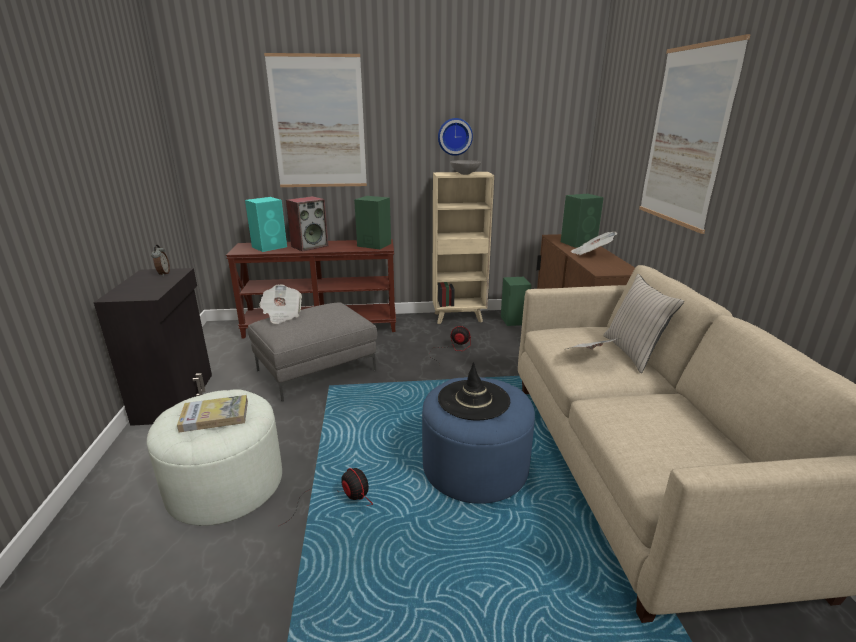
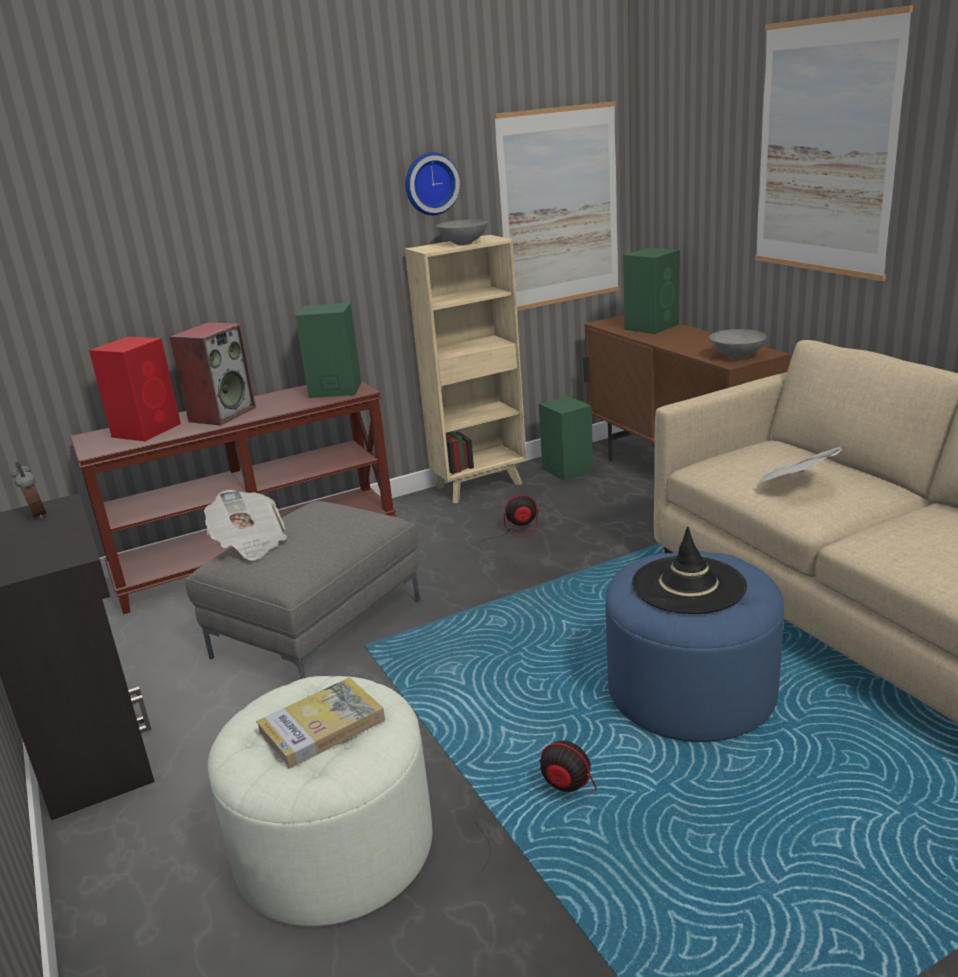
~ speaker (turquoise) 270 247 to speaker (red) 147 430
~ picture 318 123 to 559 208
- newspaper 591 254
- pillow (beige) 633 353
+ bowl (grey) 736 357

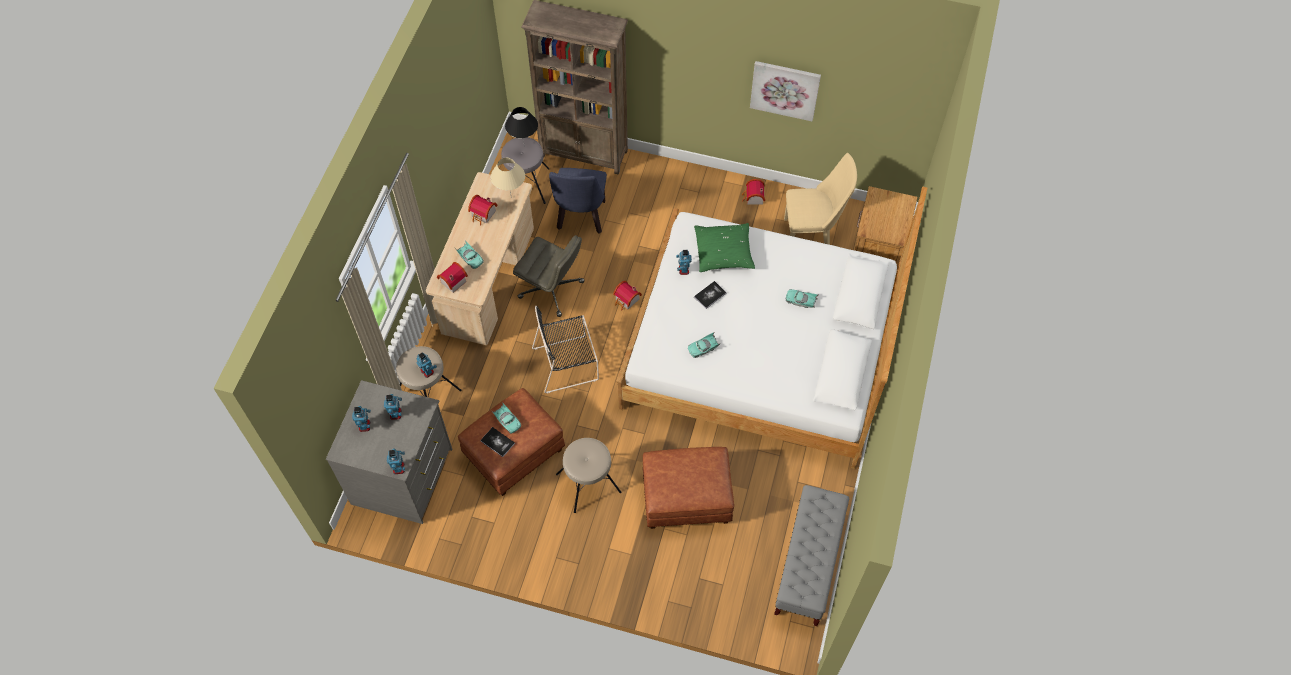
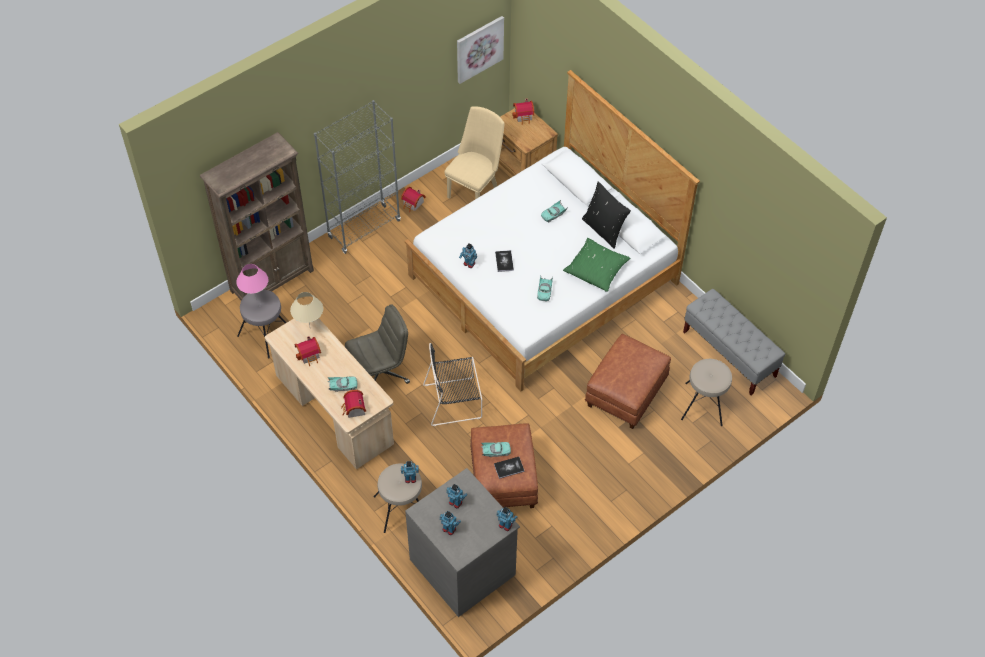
~ table lamp (black) 524 146 to table lamp (pink) 256 300
~ chair (black) 567 363 = 454 401 60 degrees clockwise
- chair (blue) 581 219
~ stool (beige) 589 483 to 704 404
~ toy house 627 300 to 524 116
~ pillow (green) 723 252 to 596 269
~ picture 785 89 to 479 48
+ bookcase (grey) 364 229
+ pillow (black) 604 229

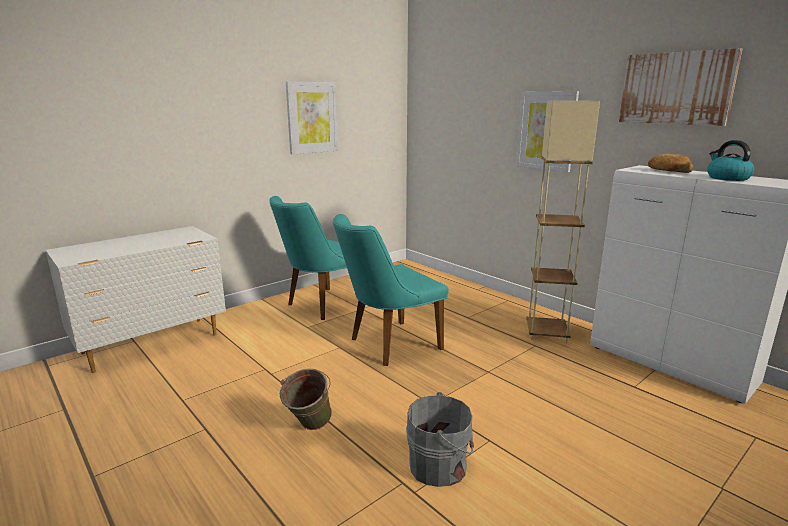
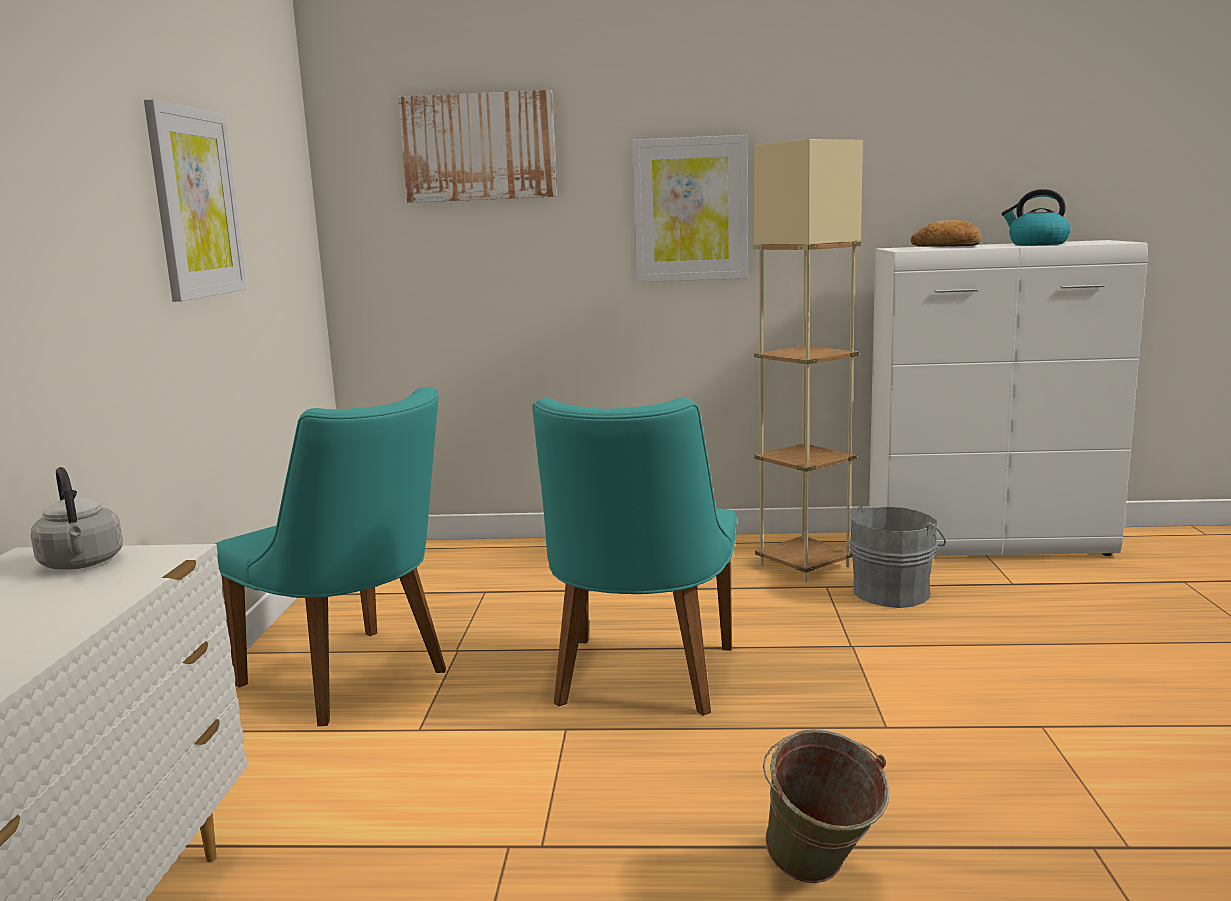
~ chair (turquoise) 320 305 = 356 681 45 degrees counterclockwise
~ bucket (grey) 440 466 to 894 592
~ picture 676 88 to 479 147
+ kettle (grey) 82 564

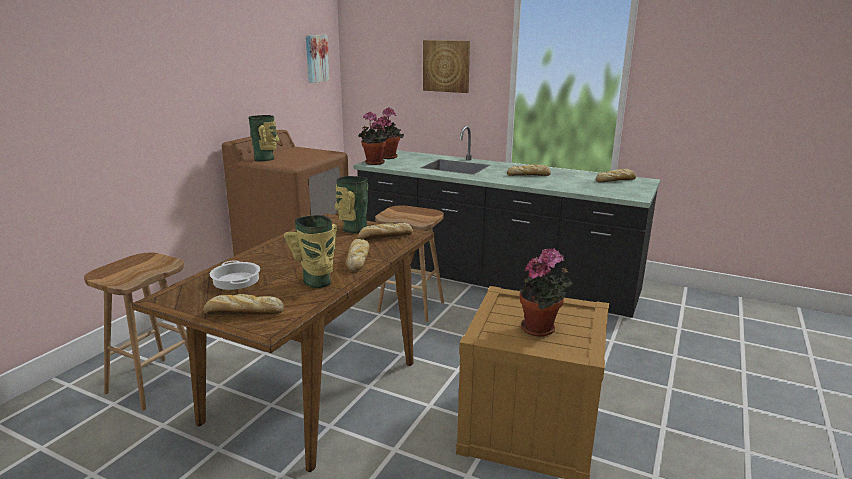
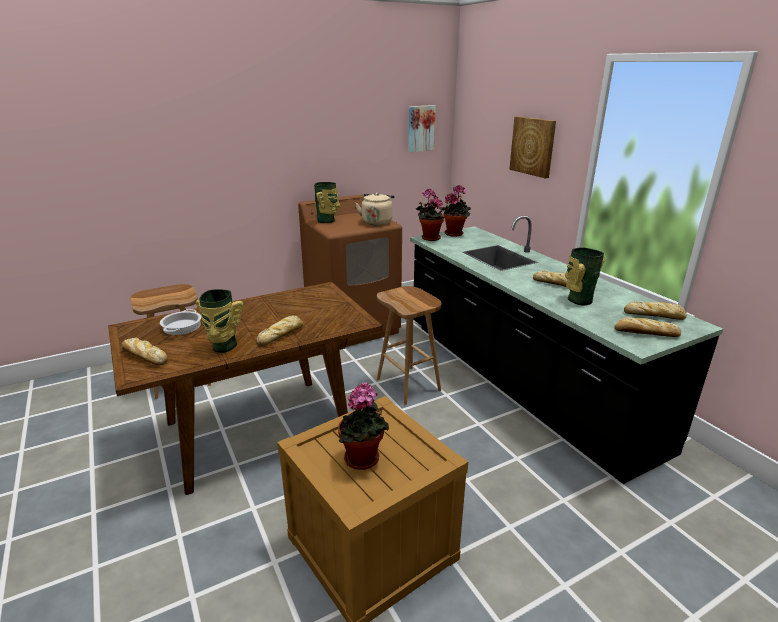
~ vase 353 229 to 578 300
~ bread 384 237 to 645 333
+ kettle (beige) 377 222

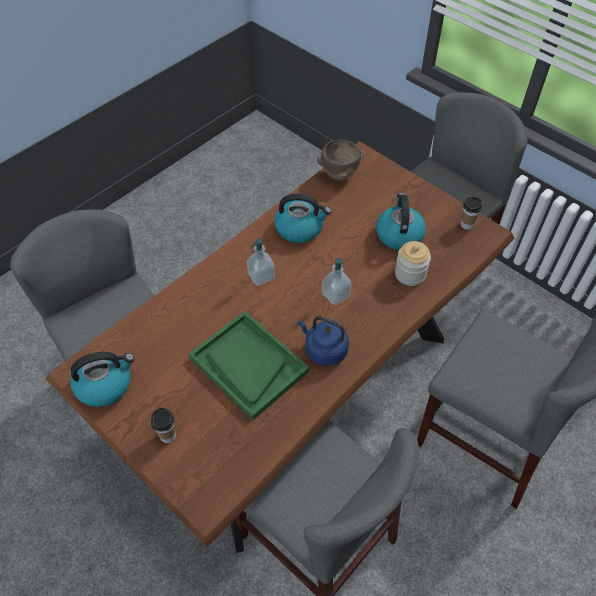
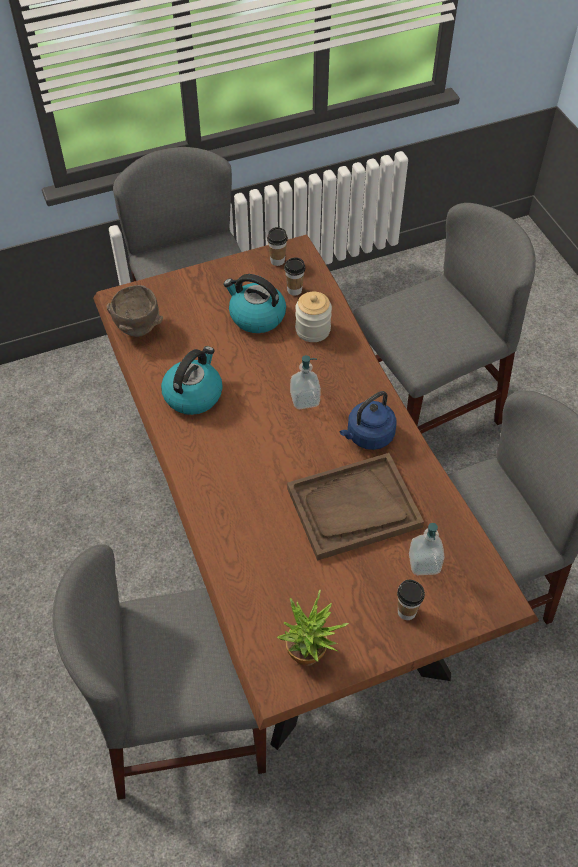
~ kettle 105 384 to potted plant 310 657
~ tray (green) 248 365 to tray (brown) 353 508
~ soap dispenser 261 276 to 424 563
+ cup 294 290

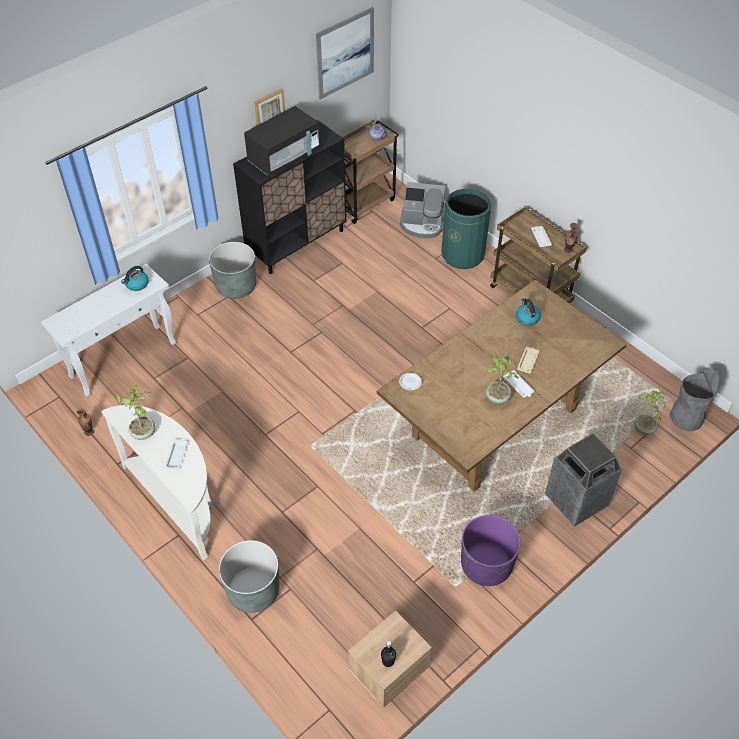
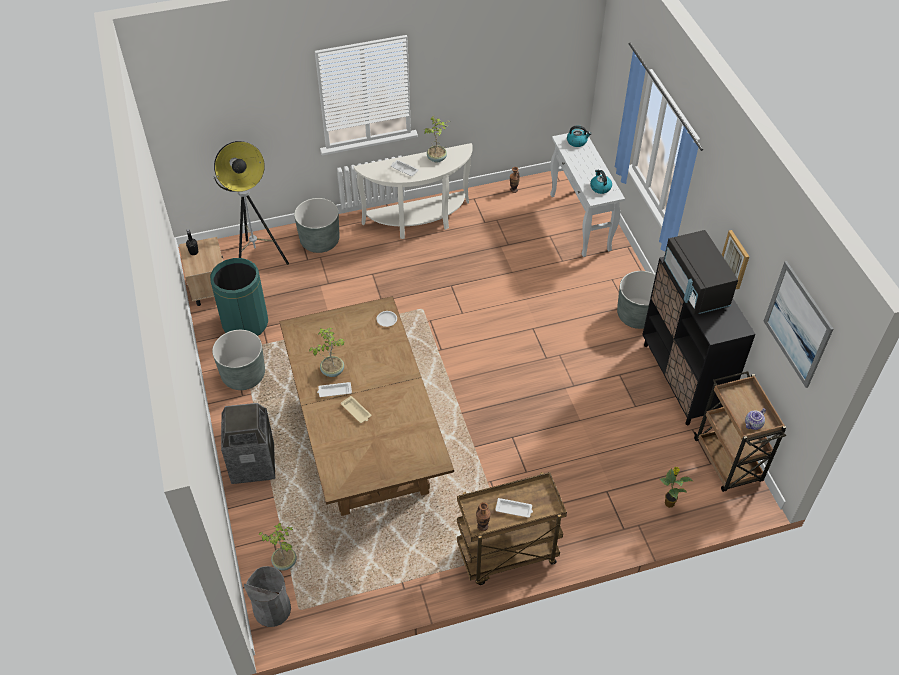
~ coffee machine 422 224 to potted plant 668 503
~ trash can (green) 463 255 to 245 323
~ planter (purple) 486 565 to planter (grey) 243 375
~ kettle 527 318 to 577 141
+ floor lamp 257 260

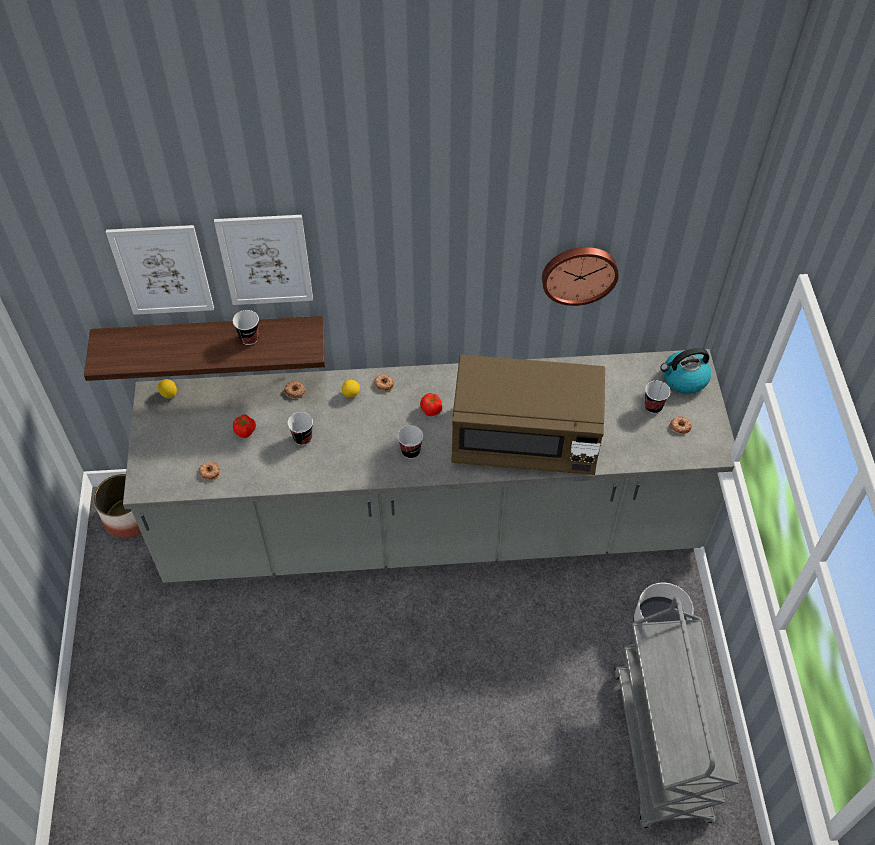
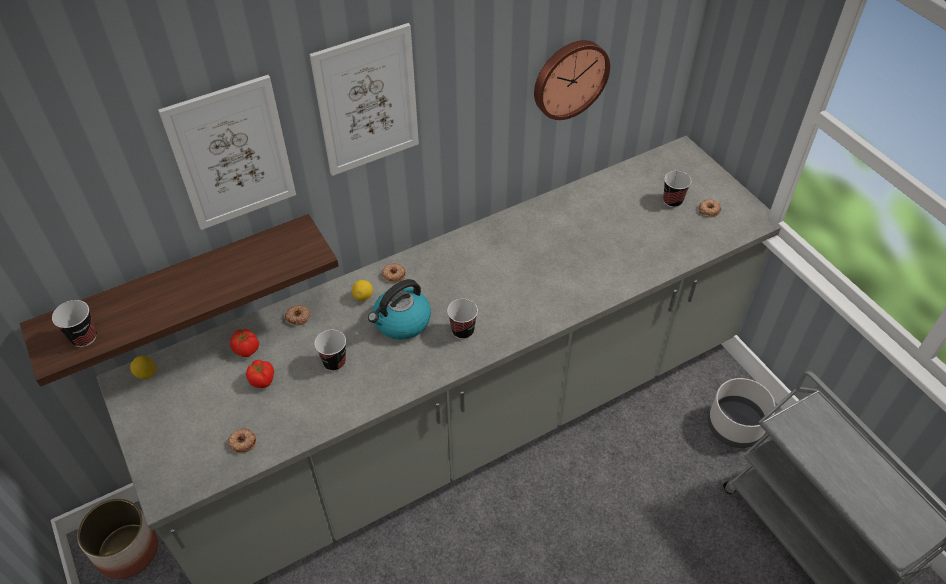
~ picture 162 270 to 367 101
~ cup 249 338 to 84 337
~ tomato 431 410 to 246 350
- microwave (brown) 525 440
~ kettle 684 379 to 401 322

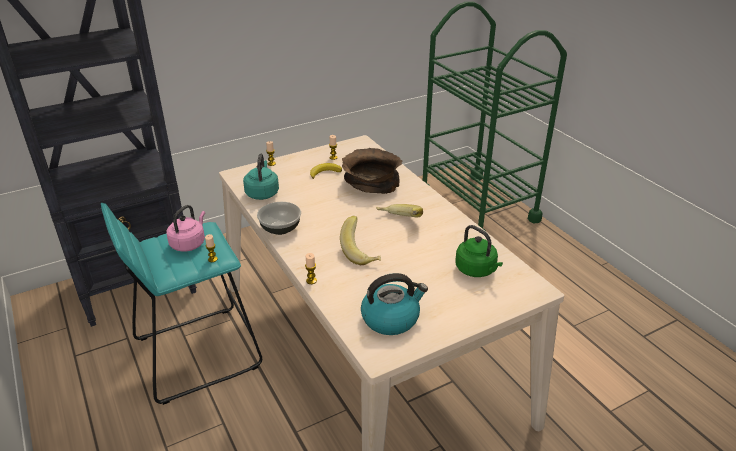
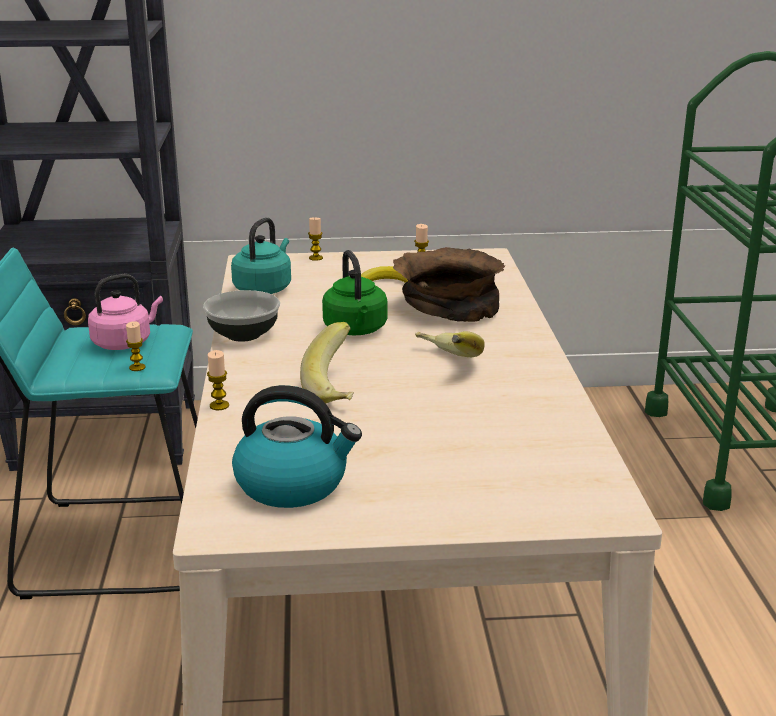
~ kettle (green) 477 270 to 356 330

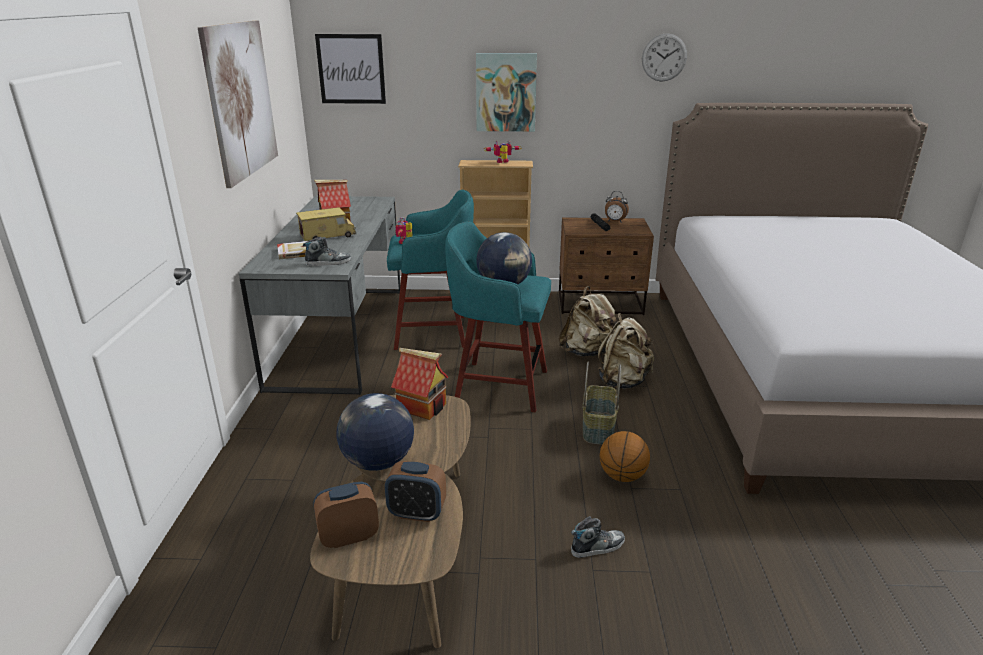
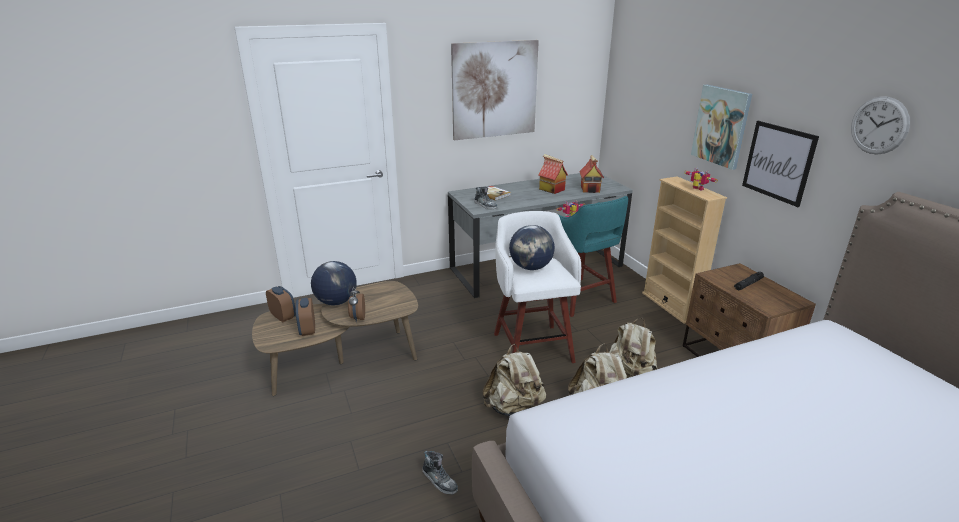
- toy truck 328 236
~ picture 351 69 to 778 162
~ toy house 423 406 to 590 189
~ stool (turquoise) 498 385 to stool (white) 532 346
~ shoe 597 547 to 439 480
~ basket 597 428 to backpack (beige) 514 408
- basketball 622 476
~ alarm clock 615 221 to 357 318

